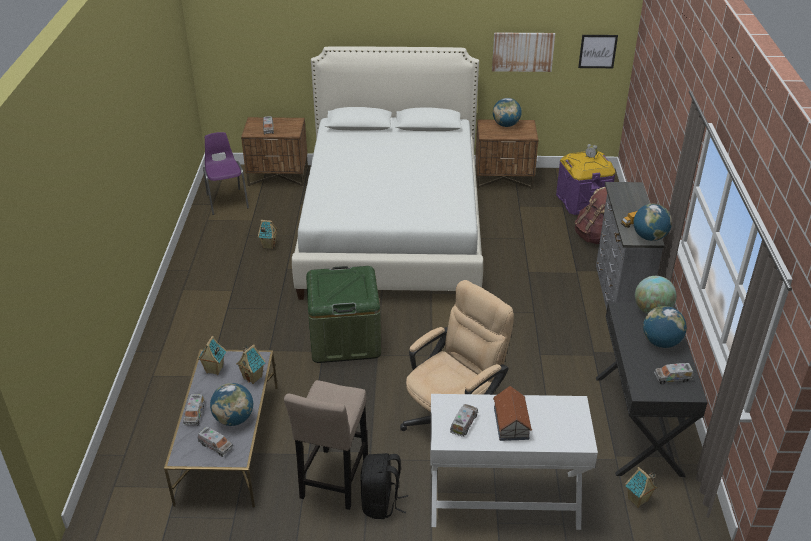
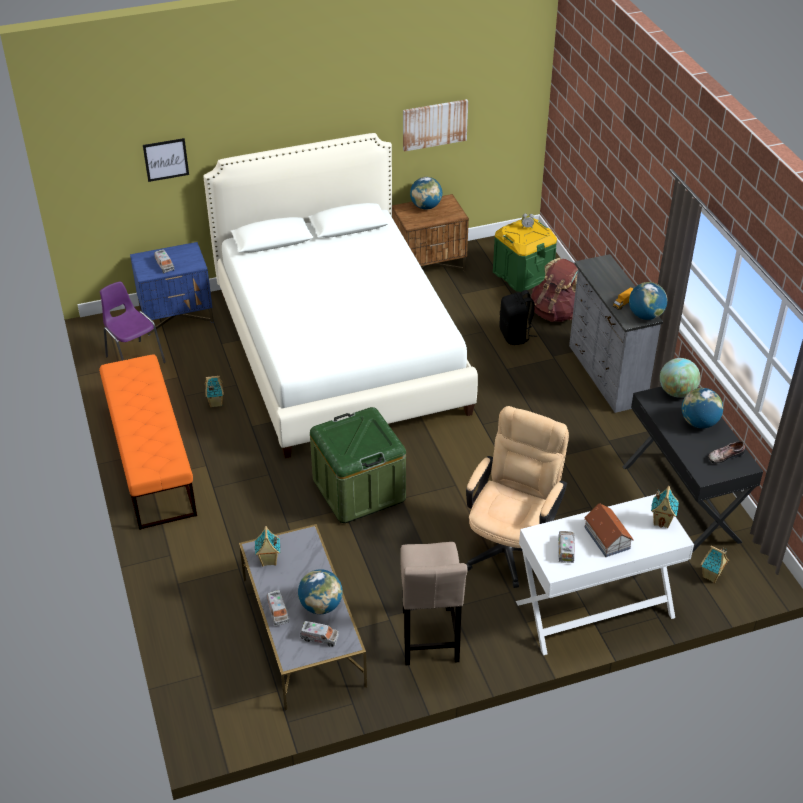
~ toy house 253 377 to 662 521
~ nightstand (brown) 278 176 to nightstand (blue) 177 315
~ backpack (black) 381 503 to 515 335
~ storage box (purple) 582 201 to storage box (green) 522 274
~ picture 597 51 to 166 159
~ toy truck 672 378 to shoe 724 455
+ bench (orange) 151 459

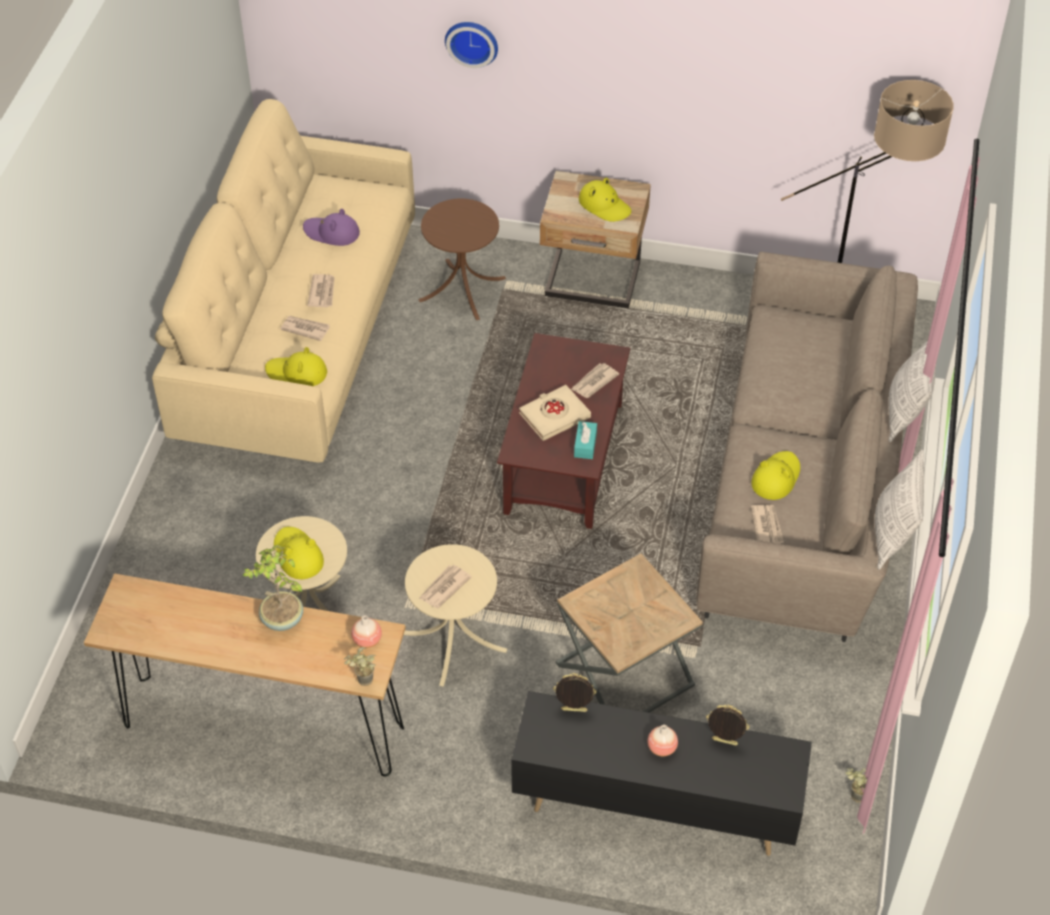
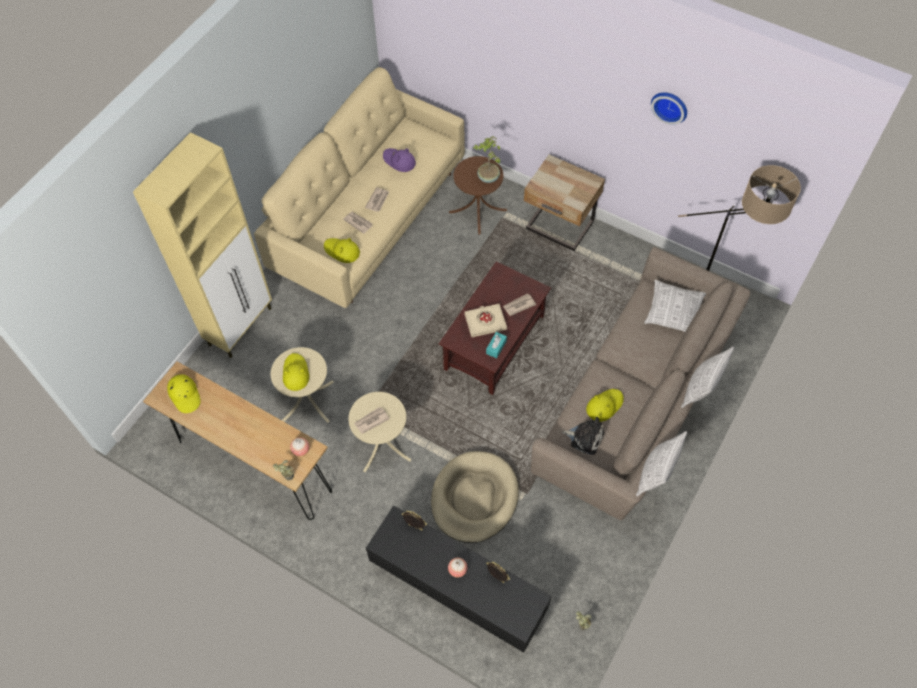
~ potted plant 282 620 to 488 178
~ wall clock 472 41 to 670 106
~ side table (brown) 624 674 to dog bed (beige) 474 498
~ hat (yellow) 604 205 to 185 395
~ newspaper 767 526 to plush toy 585 437
+ cabinet (beige) 241 326
+ pillow 673 312

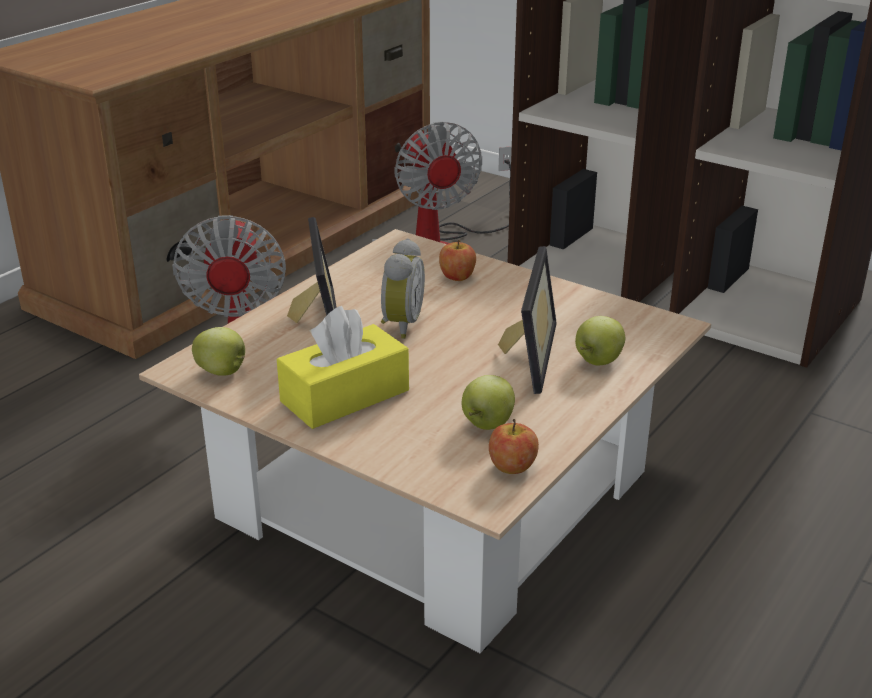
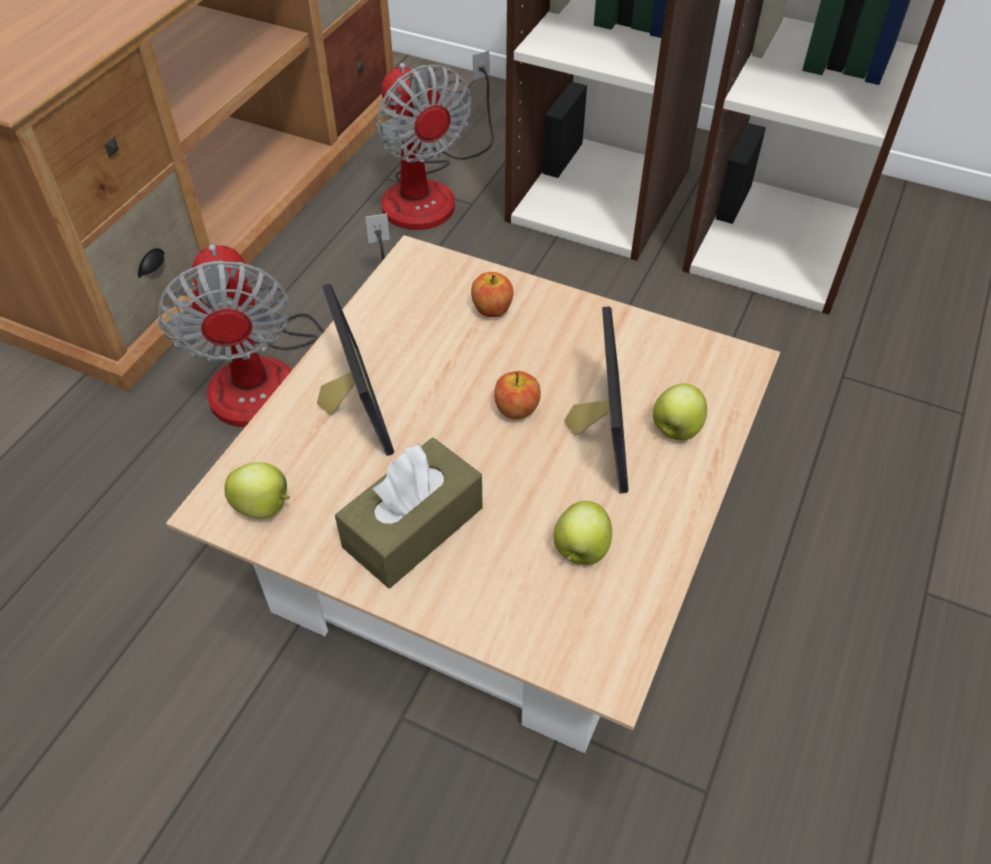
~ tissue box (yellow) 345 396 to tissue box (brown) 413 527
- alarm clock 399 325
~ apple 512 467 to 517 409

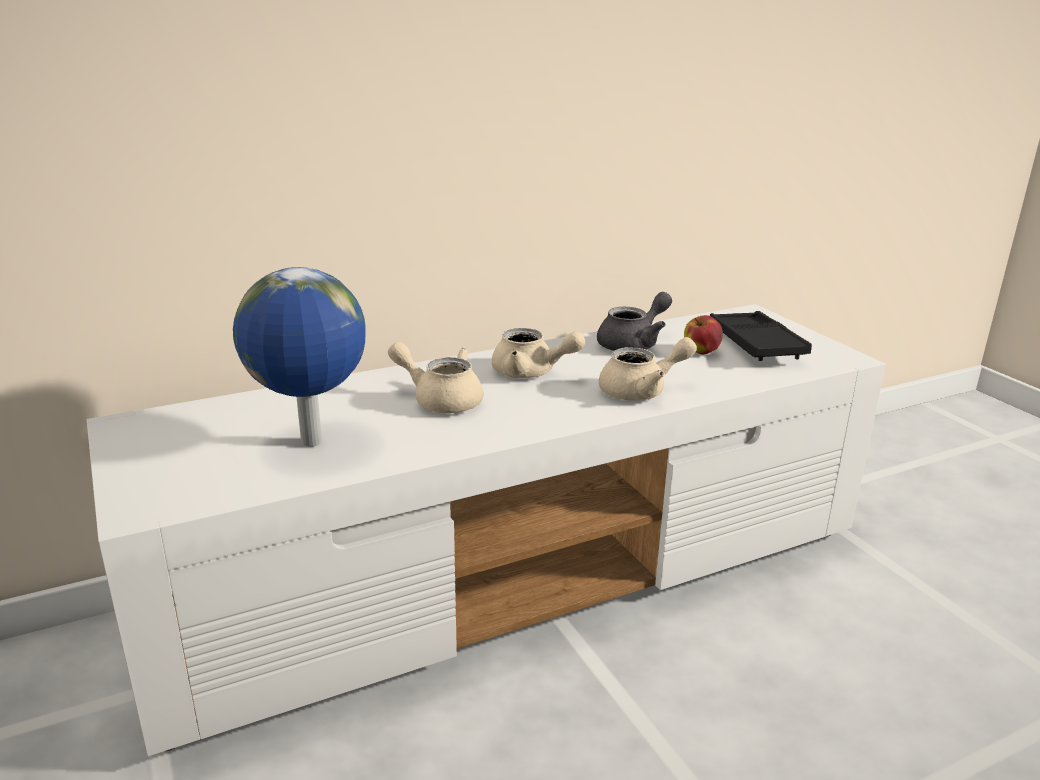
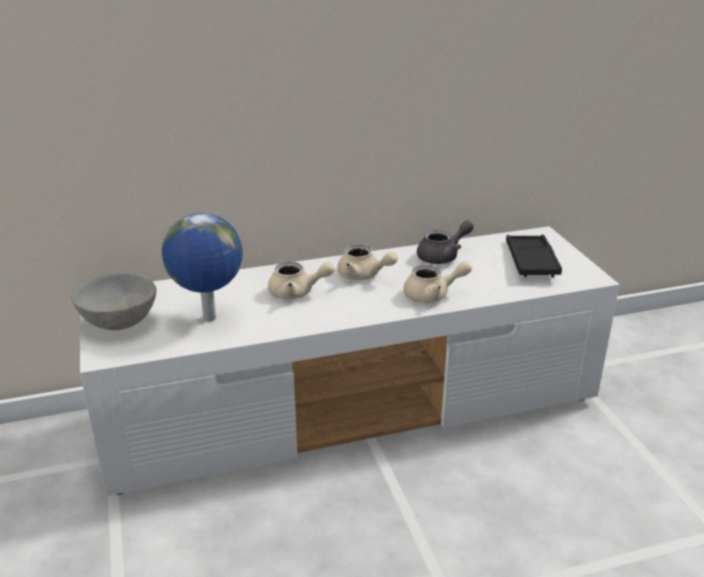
~ teapot (beige) 440 399 = 297 292 150 degrees clockwise
- apple 701 352
+ bowl (grey) 119 321

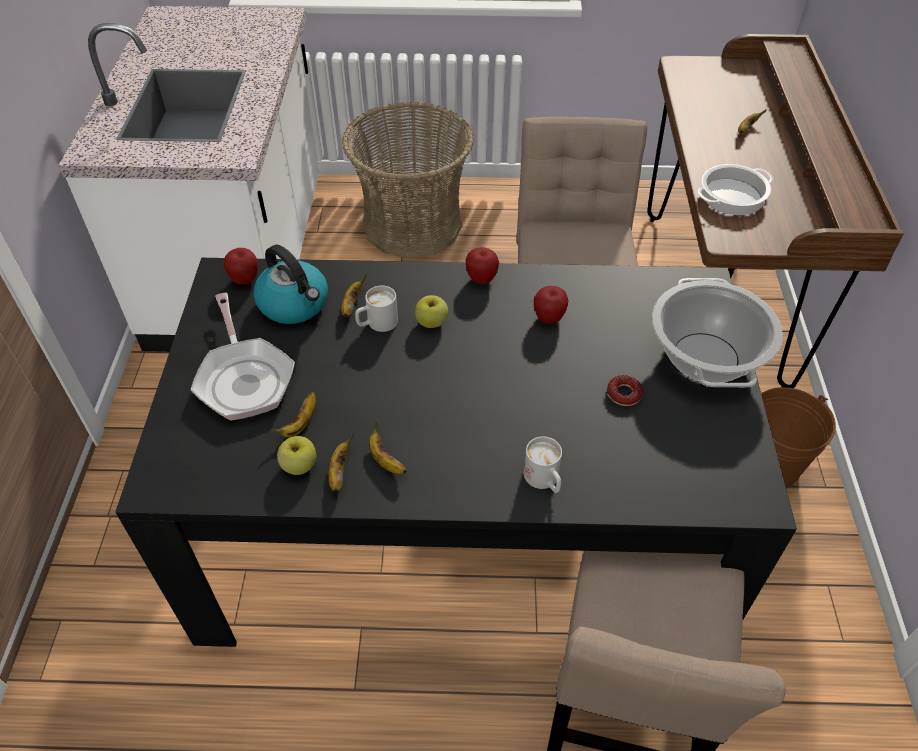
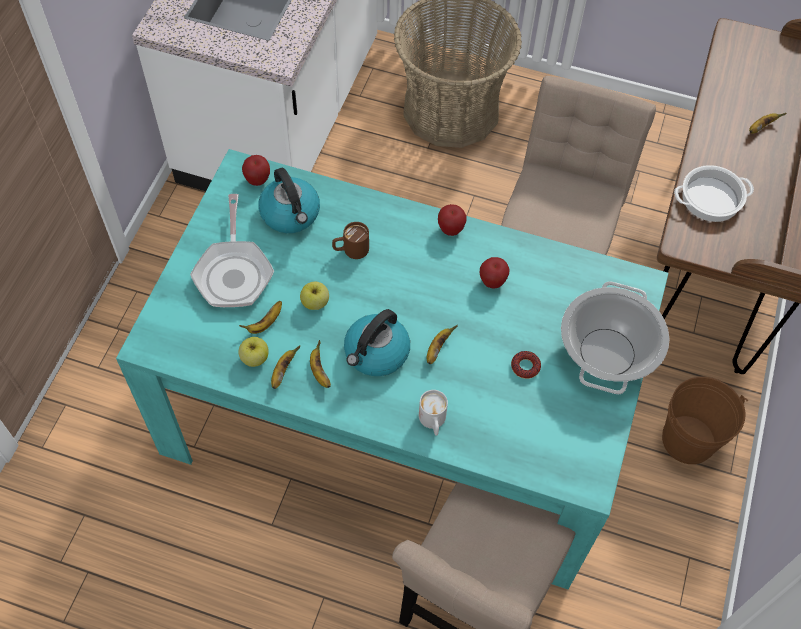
~ dining table (black) 459 523 to dining table (turquoise) 397 415
~ banana 351 305 to 437 348
~ mug (white) 376 324 to mug (brown) 350 250
~ apple 432 322 to 315 303
+ kettle 376 353

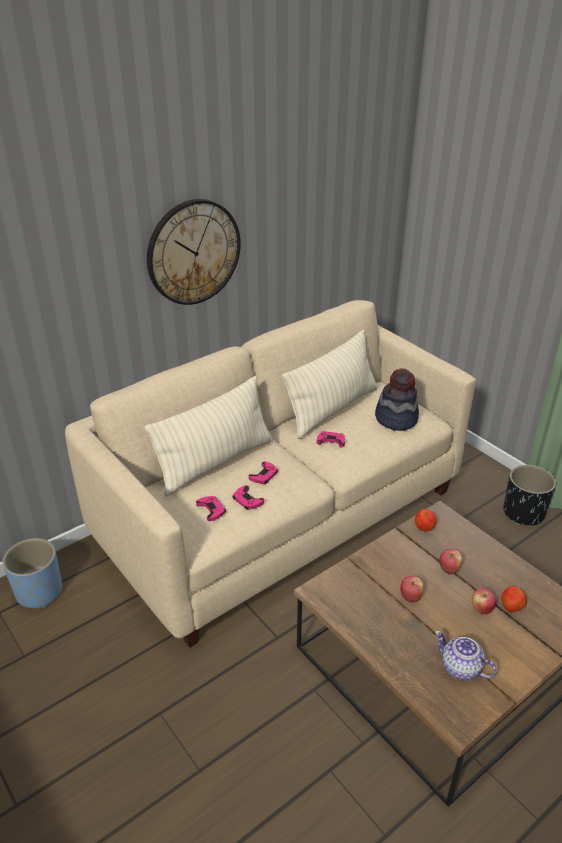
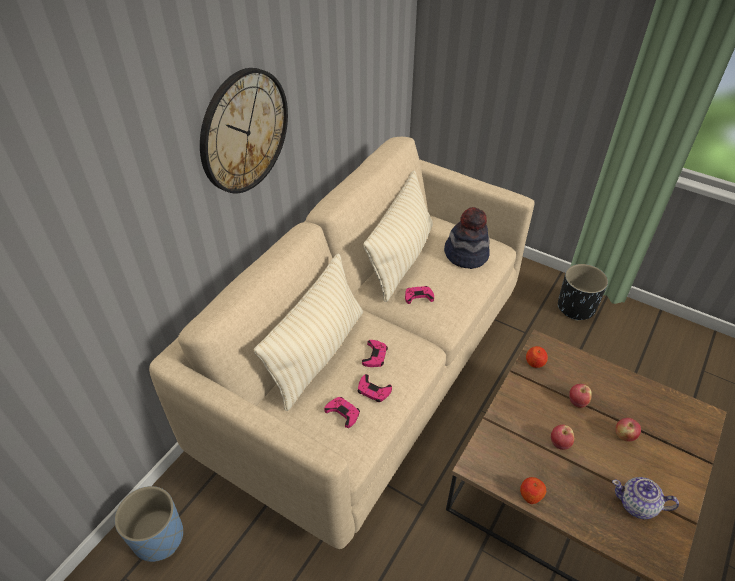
~ apple 511 605 to 530 494

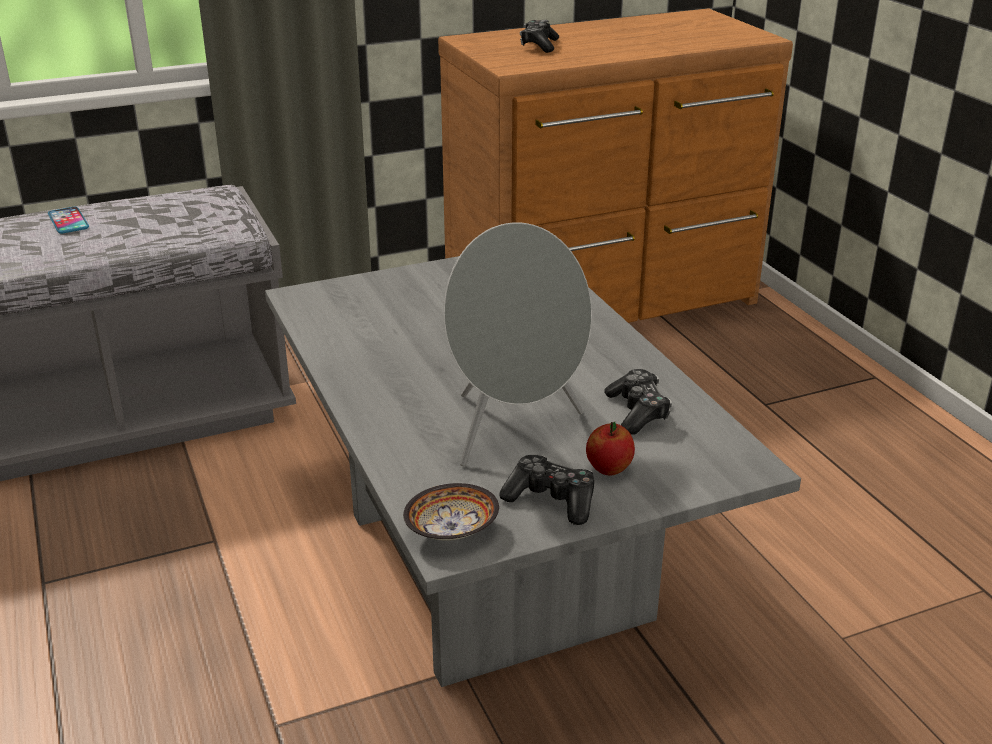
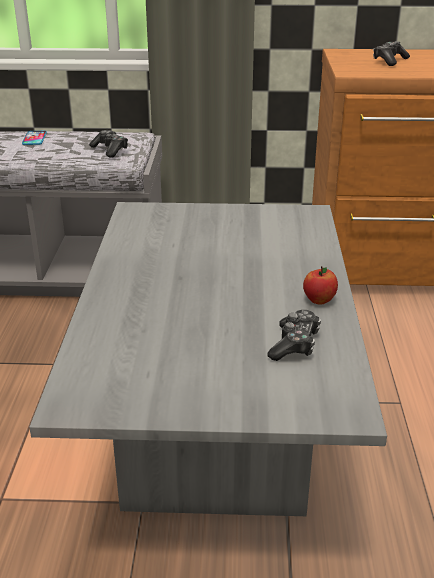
- bowl 452 531
- speaker (grey) 514 431
~ game controller 551 500 to 110 150
~ apple 609 469 to 319 300

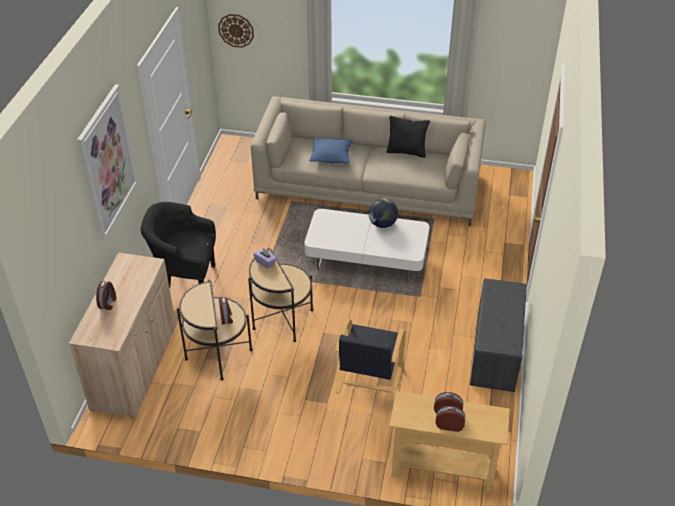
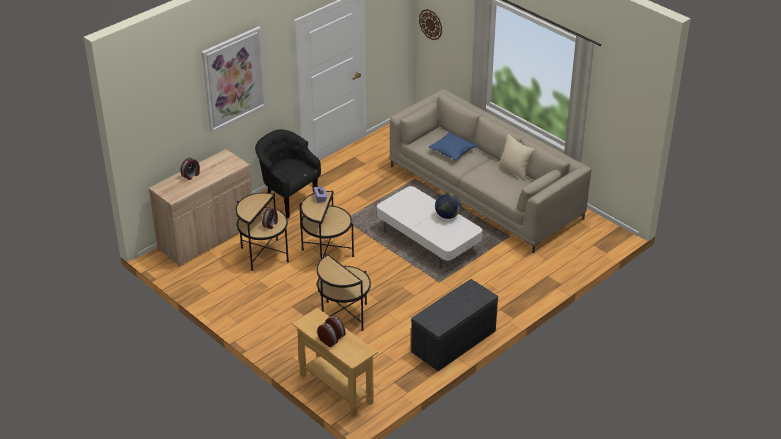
~ armchair (black) 368 380 to side table 345 315
~ pillow (black) 406 152 to pillow (beige) 514 171

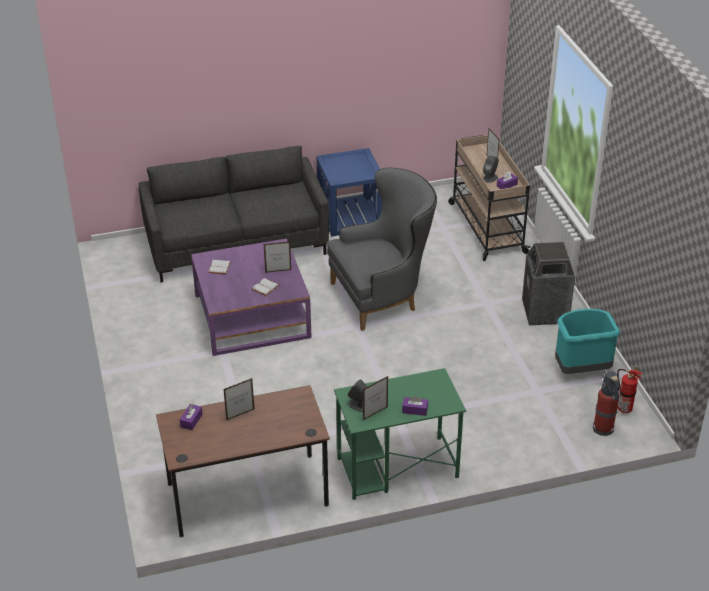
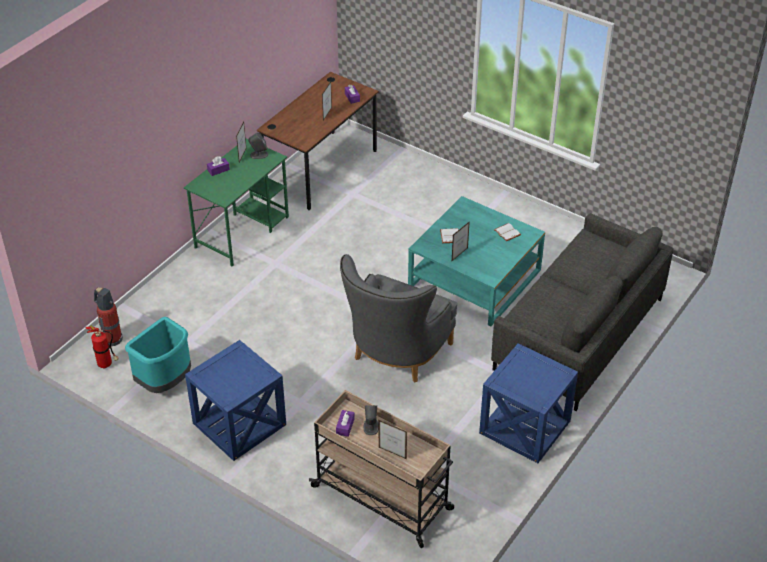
~ coffee table (purple) 252 316 to coffee table (turquoise) 474 278
~ trash can 545 312 to side table (blue) 239 424

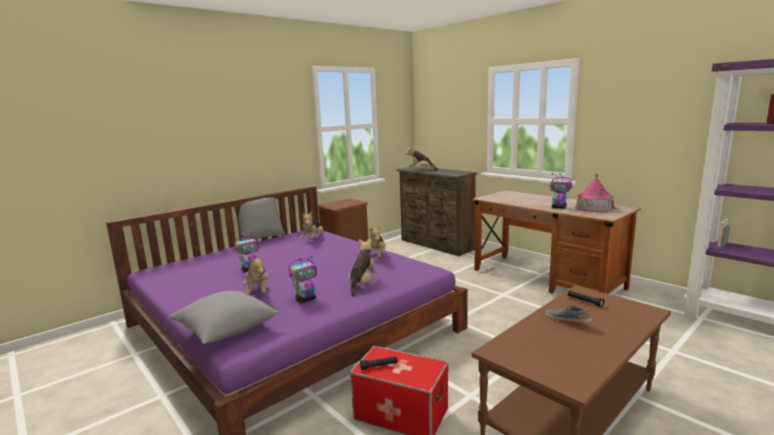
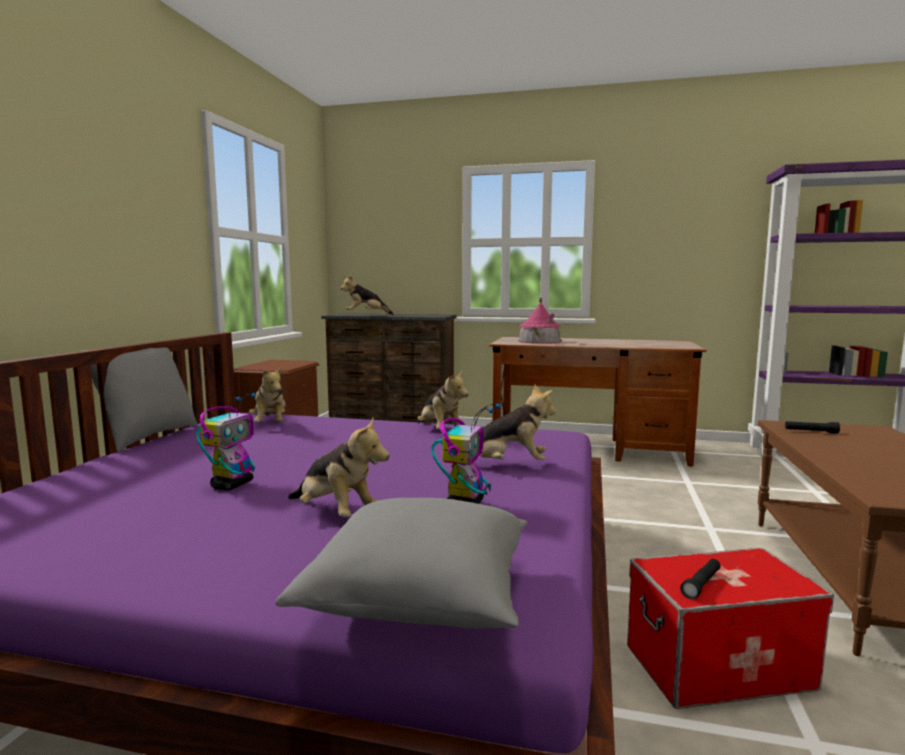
~ plush toy 363 284 = 507 466 105 degrees clockwise
- shoe 567 320
- toy robot 559 208
~ toy house 594 208 to 539 341

